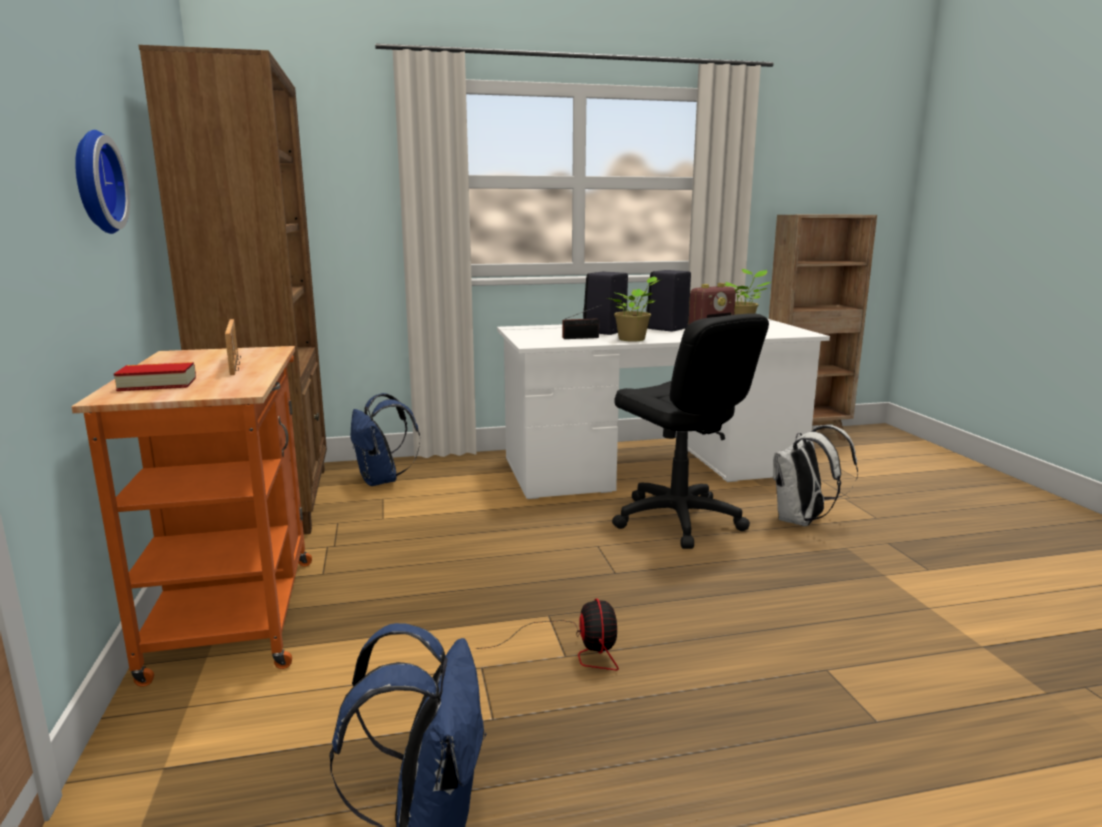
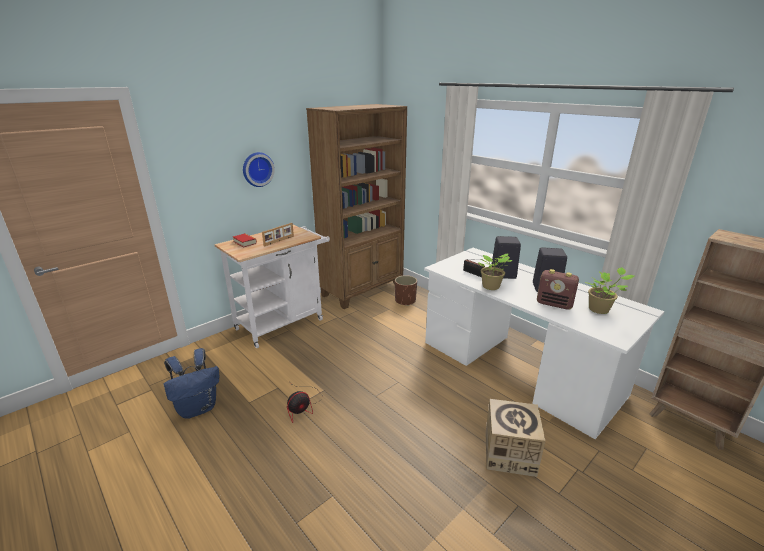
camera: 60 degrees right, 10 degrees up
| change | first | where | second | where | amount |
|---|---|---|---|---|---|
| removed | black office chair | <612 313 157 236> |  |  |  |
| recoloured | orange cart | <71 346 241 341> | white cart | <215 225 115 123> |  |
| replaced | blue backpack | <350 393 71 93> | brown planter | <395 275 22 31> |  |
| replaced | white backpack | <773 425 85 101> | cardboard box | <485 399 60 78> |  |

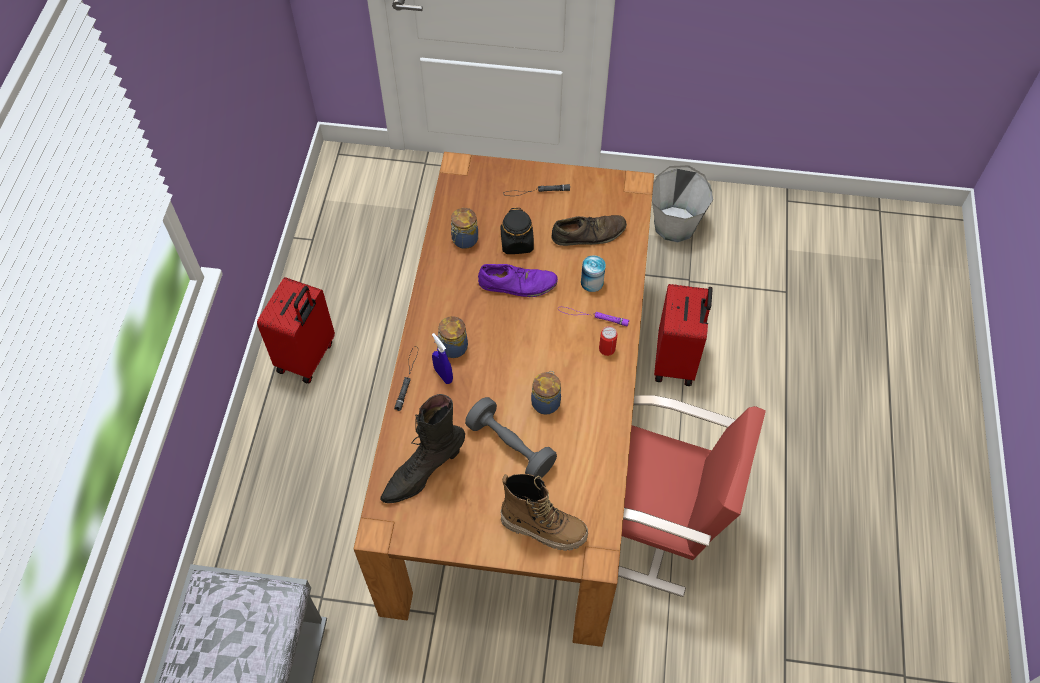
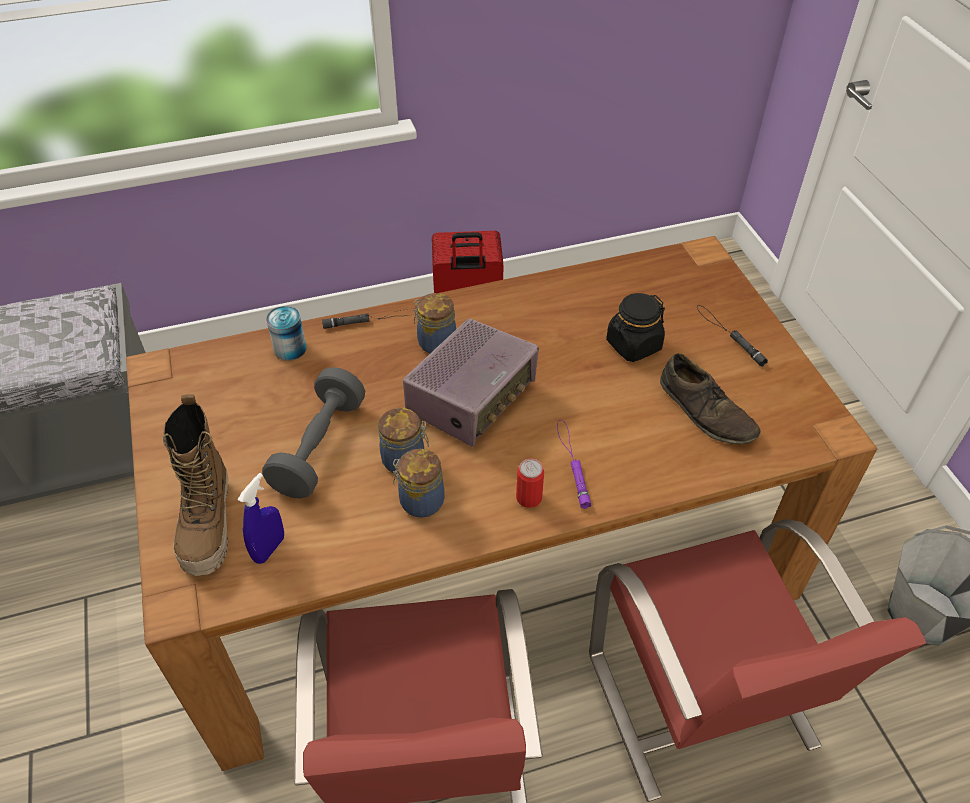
camera: 65 degrees right, 10 degrees down
| change | first | where | second | where | amount |
|---|---|---|---|---|---|
| moved | jar | <451 208 27 41> |  | <393 449 52 69> |  |
| moved | can | <581 255 25 37> |  | <266 306 41 55> |  |
| removed | purple shoe | <478 264 80 33> |  |  |  |
| replaced | red suitcase | <654 284 59 102> | red chair | <589 519 337 283> |  |
| moved | blue spray bottle | <432 333 21 51> |  | <237 473 47 91> |  |
| removed | black boot | <380 394 85 109> |  |  |  |
| added |  |  | radio | <403 319 136 128> |  |

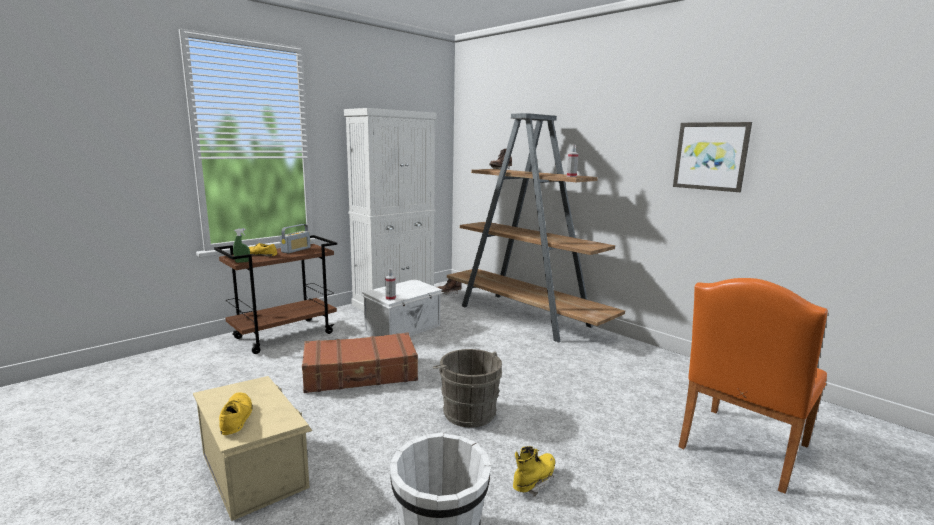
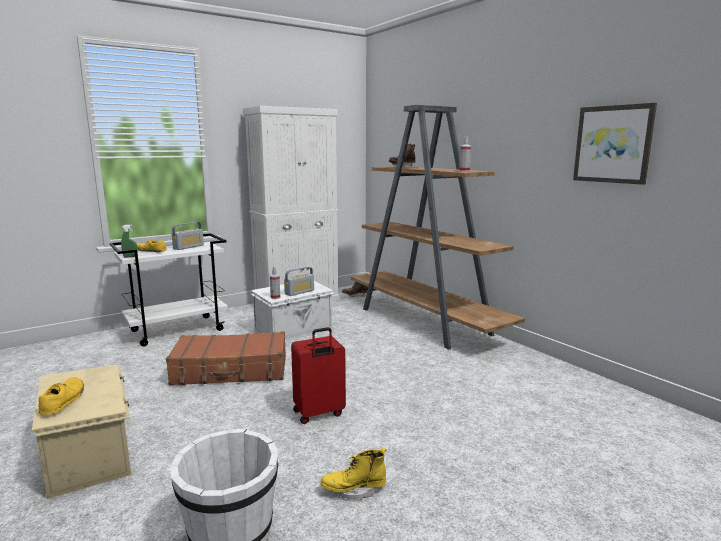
camera: 10 degrees right, 0 degrees up
| change | first | where | second | where | amount |
|---|---|---|---|---|---|
| recoloured | brown cart | <214 235 123 119> | white cart | <110 233 118 114> |  |
| removed | orange chair | <678 278 150 216> |  |  |  |
| replaced | grey bucket | <432 349 70 79> | red suitcase | <291 327 55 97> |  |
| turned | yellow boot | <513 446 42 51> |  | <320 447 66 52> | 150 degrees counterclockwise |
| added |  |  | radio | <284 267 30 29> |  |

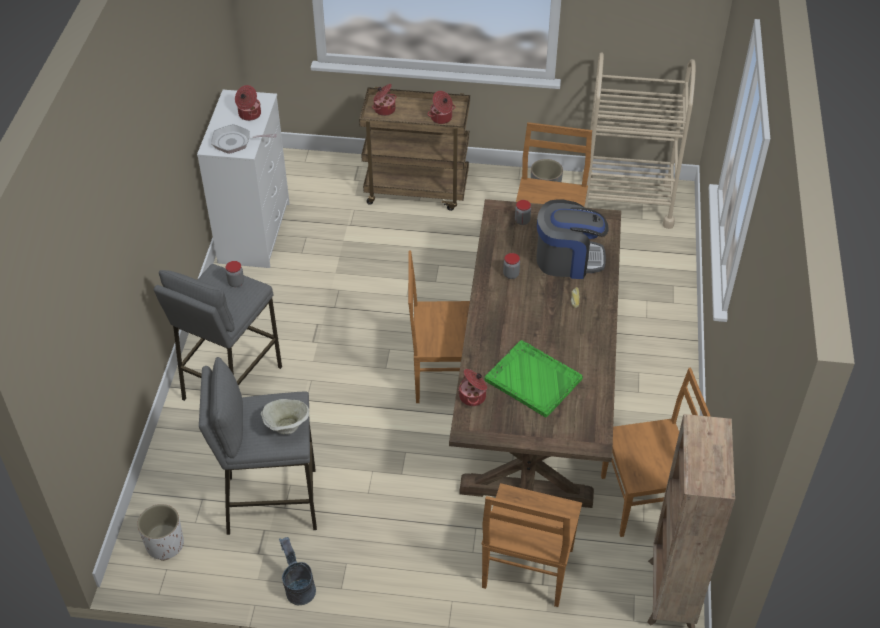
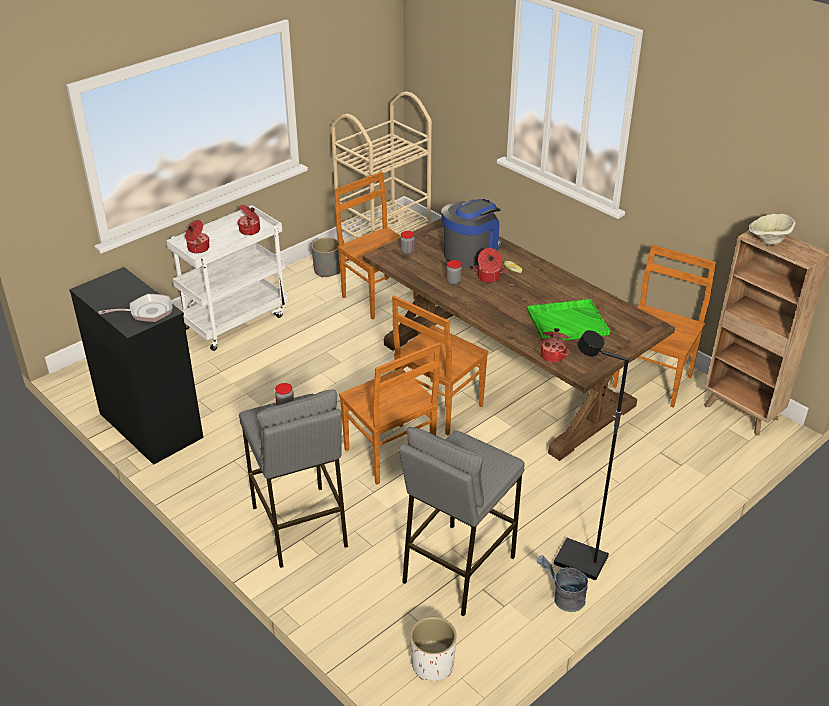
camera: 50 degrees left, 10 degrees down
| change | first | where | second | where | amount |
|---|---|---|---|---|---|
| moved | cooking pot | <235 85 26 36> |  | <473 248 32 35> |  |
| recoloured | brown cart | <359 87 111 124> | white cart | <166 205 123 146> |  |
| recoloured | white dresser | <197 90 93 178> | black dresser | <69 267 135 198> |  |
| turned | frying pan | <211 124 66 30> |  | <98 294 75 28> | 150 degrees counterclockwise |
| moved | beige bowl | <261 399 48 35> |  | <749 214 47 31> |  |
| moved | brown chair | <482 483 100 124> |  | <339 342 101 143> |  |
| added |  |  | black floor lamp | <554 330 75 250> |  |

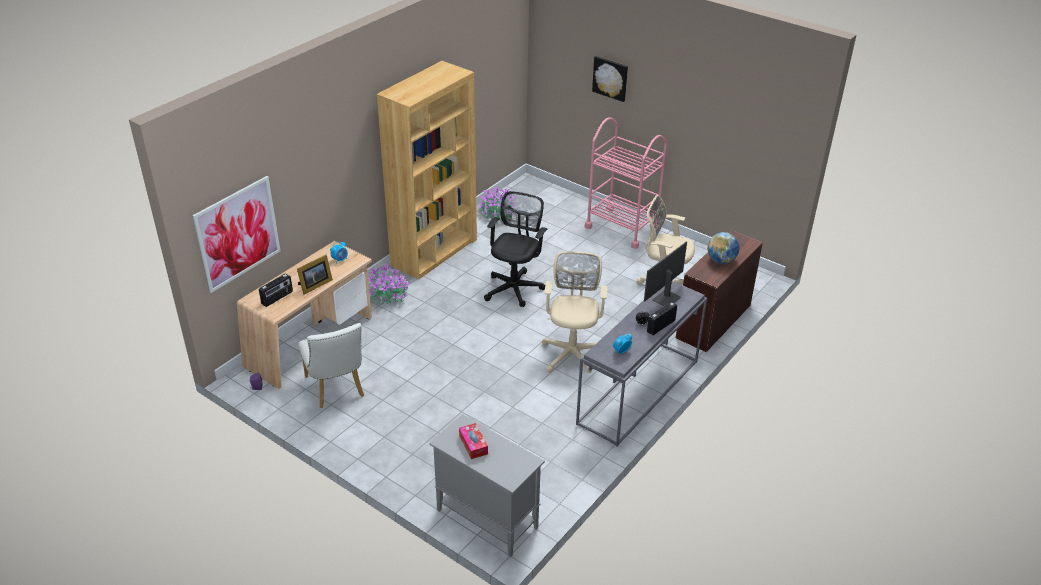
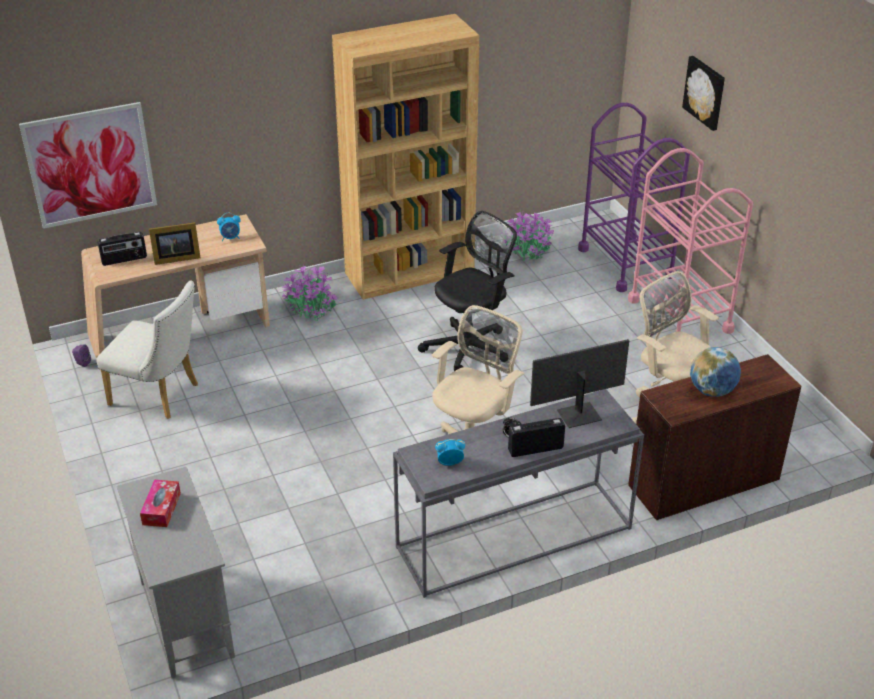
camera: 30 degrees right, 0 degrees up
| change | first | where | second | where | amount |
|---|---|---|---|---|---|
| turned | white chair | <298 323 66 85> |  | <96 280 102 139> | 75 degrees counterclockwise |
| added |  |  | purple cart | <578 103 112 189> |  |

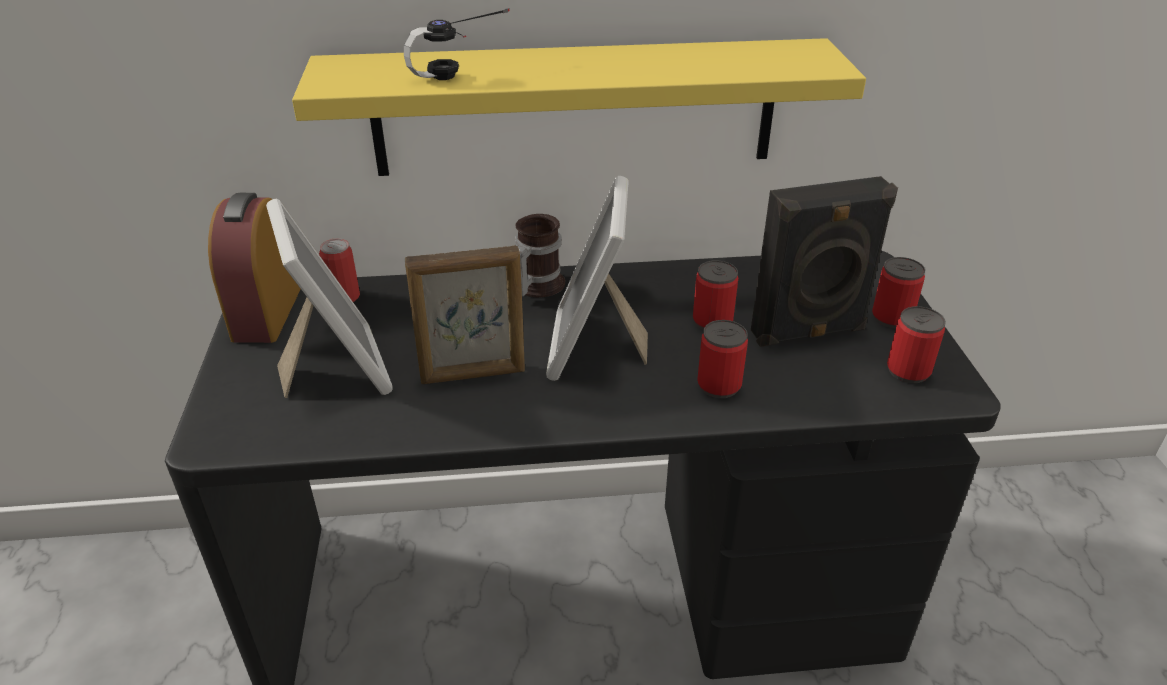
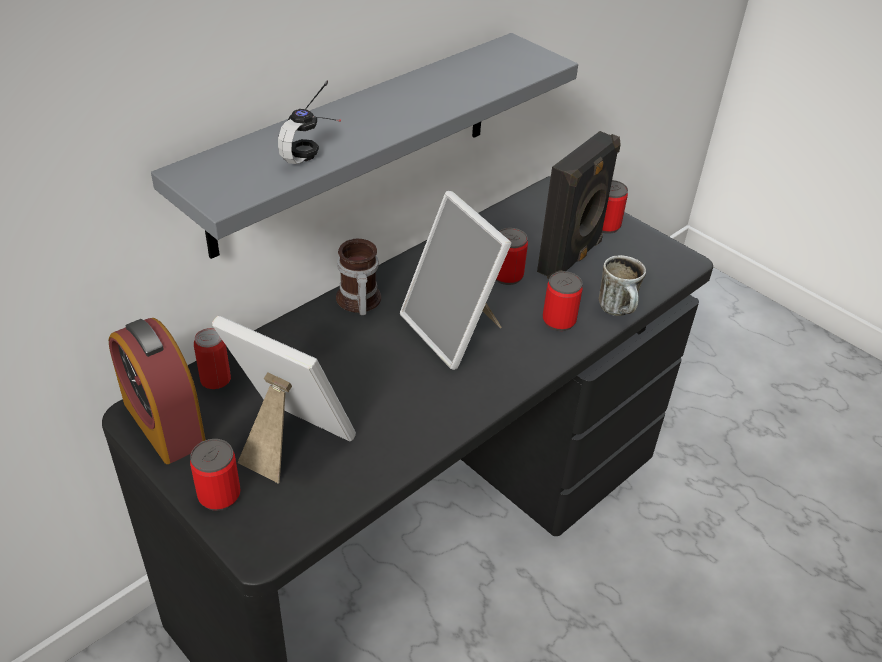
camera: 40 degrees left, 5 degrees up
| change | first | where | second | where | amount |
|---|---|---|---|---|---|
| recoloured | yellow shelf | <292 38 574 138> | grey shelf | <151 33 427 226> |  |
| removed | picture frame | <405 246 120 138> |  |  |  |
| moved | can | <887 306 59 77> |  | <190 439 51 72> |  |
| added |  |  | mug | <599 255 47 61> |  |

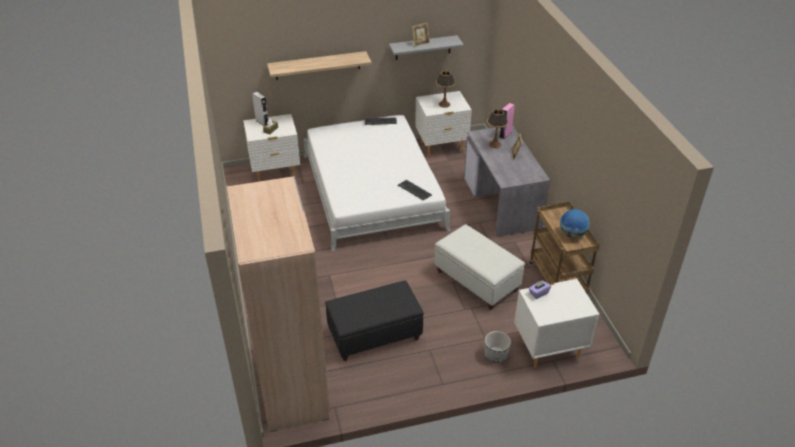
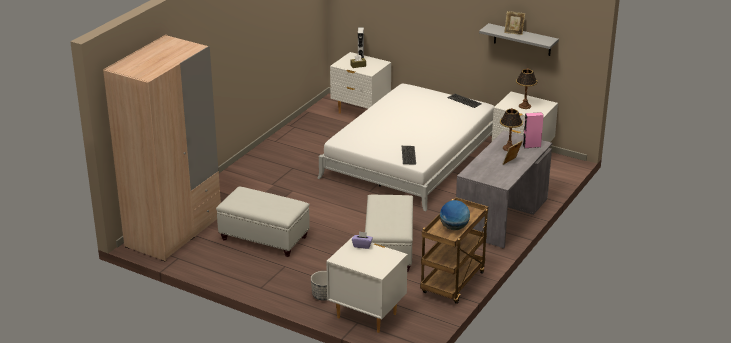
camera: 45 degrees right, 10 degrees down
| change | first | where | second | where | amount |
|---|---|---|---|---|---|
| removed | shelf | <267 51 105 29> |  |  |  |
| recoloured | black ottoman | <325 280 99 81> | white ottoman | <216 186 94 71> |  |

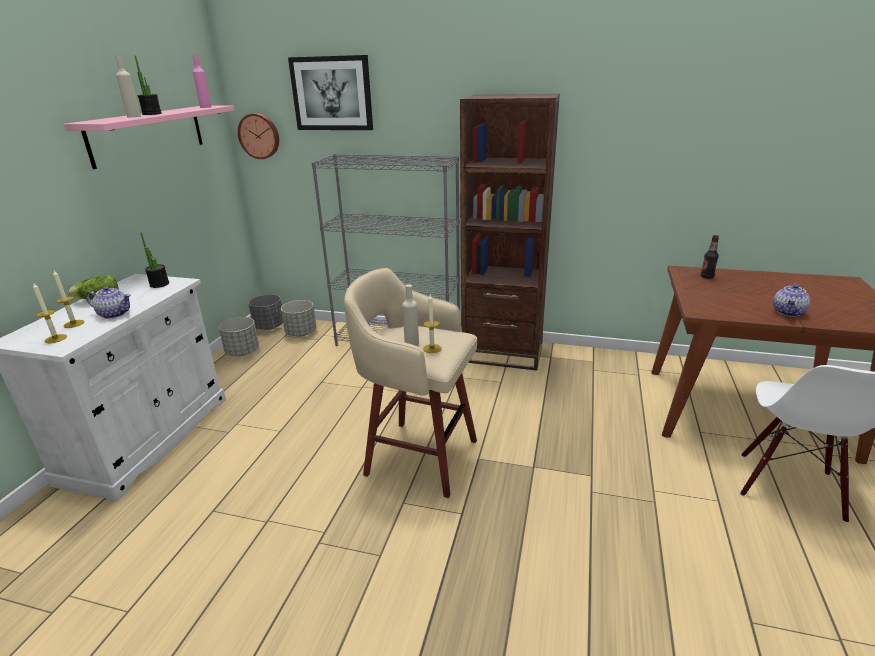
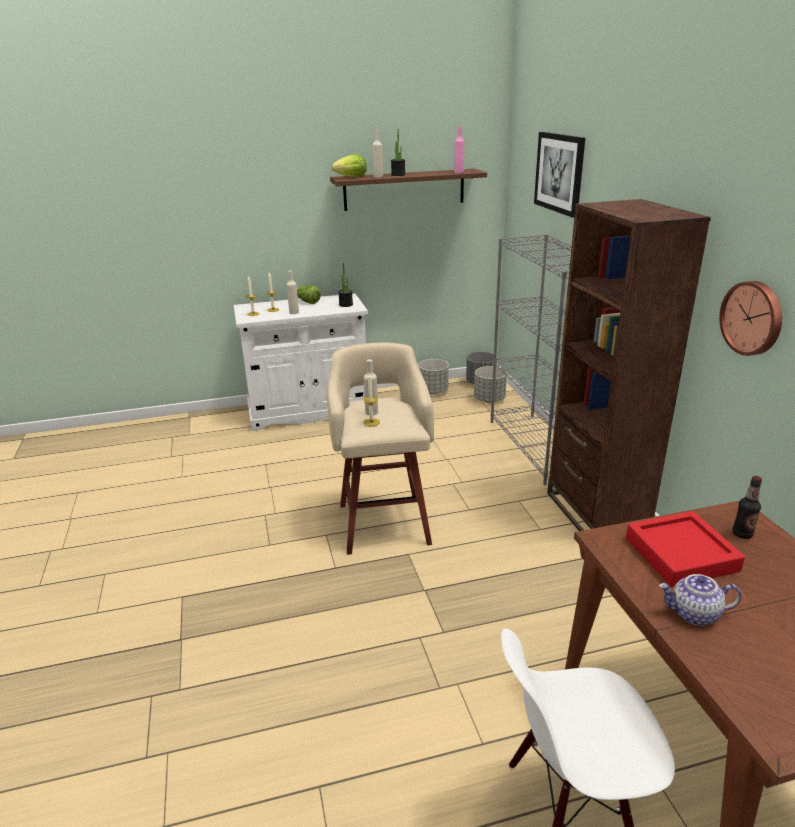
camera: 60 degrees right, 0 degrees up
| change | first | where | second | where | amount |
|---|---|---|---|---|---|
| recoloured | pink shelf | <64 105 171 64> | brown shelf | <330 169 157 42> |  |
| moved | wall clock | <238 113 41 46> |  | <719 281 63 75> |  |
| replaced | teapot | <86 286 45 33> | beige bottle | <287 270 12 44> |  |
| added |  |  | lettuce | <332 155 35 22> |  |
| added |  |  | red tray | <626 511 119 76> |  |

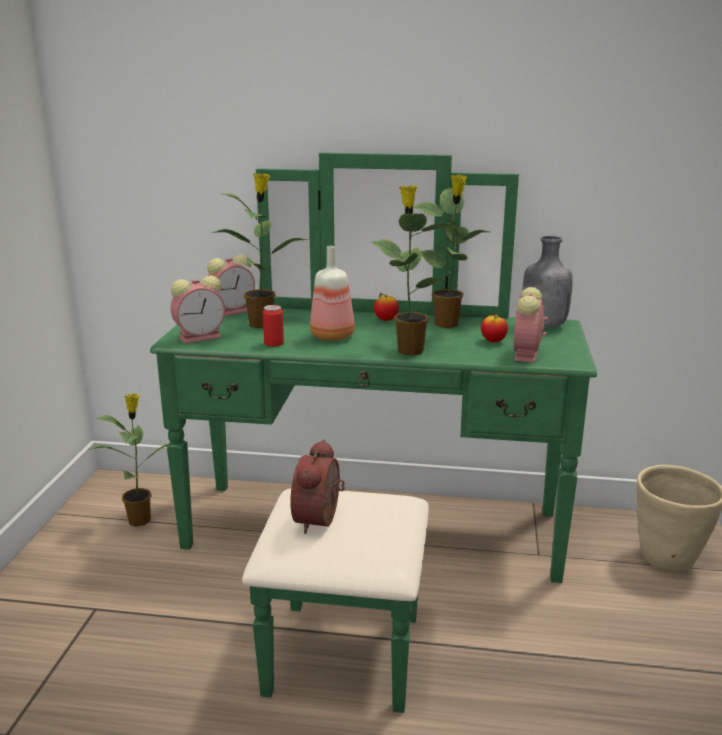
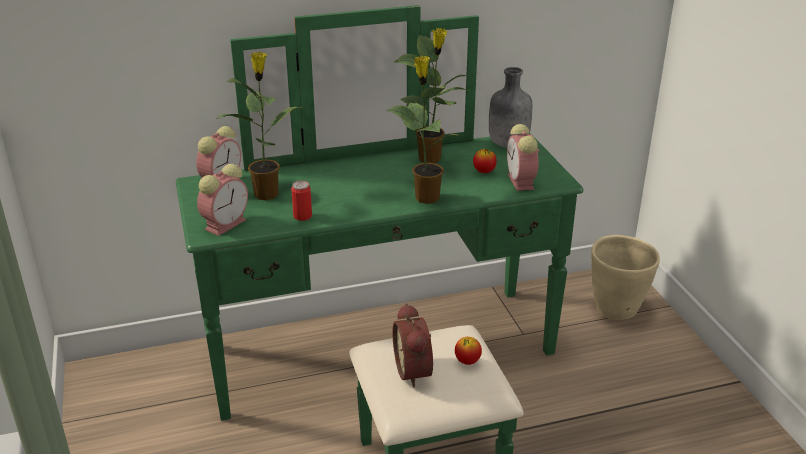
camera: 25 degrees left, 10 degrees up
| change | first | where | second | where | amount |
|---|---|---|---|---|---|
| removed | bottle | <310 246 45 95> |  |  |  |
| moved | apple | <374 293 25 28> |  | <455 337 27 28> |  |
| removed | potted plant | <88 394 80 133> |  |  |  |

